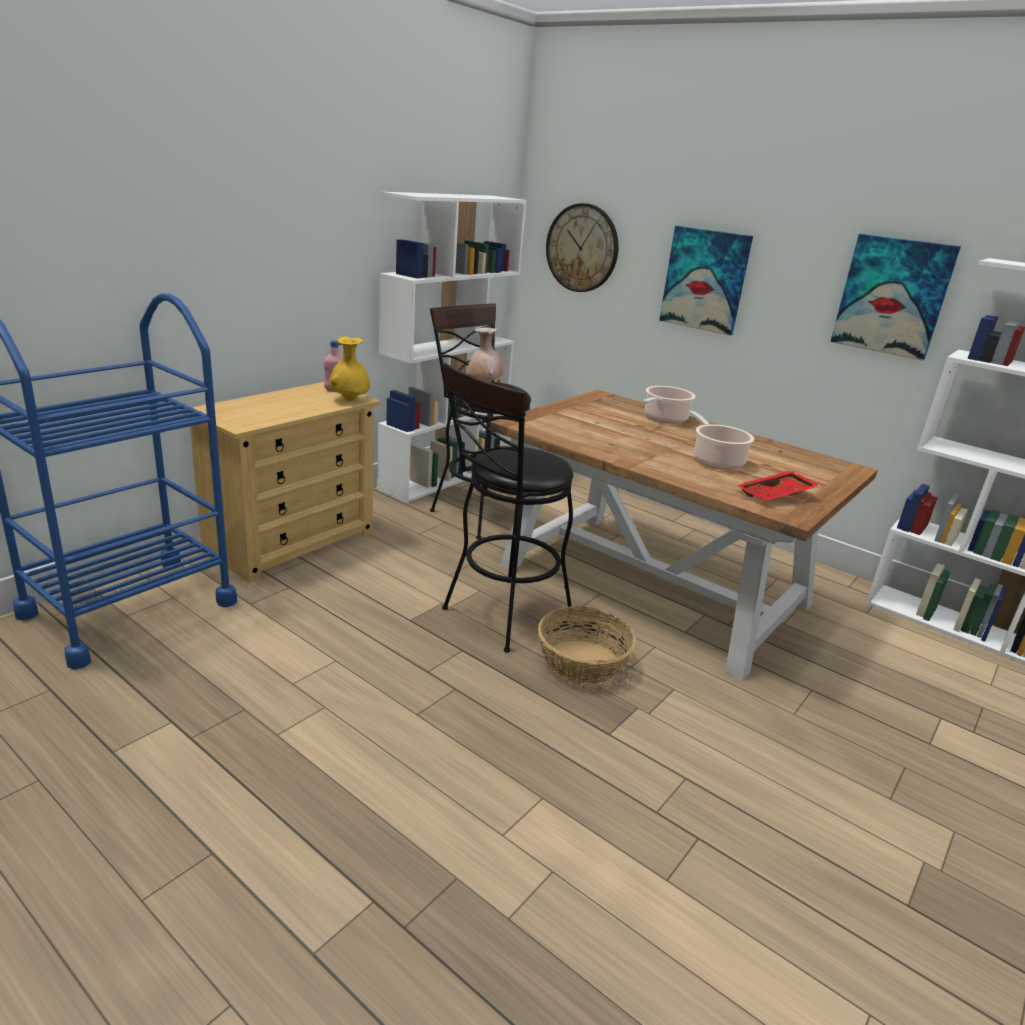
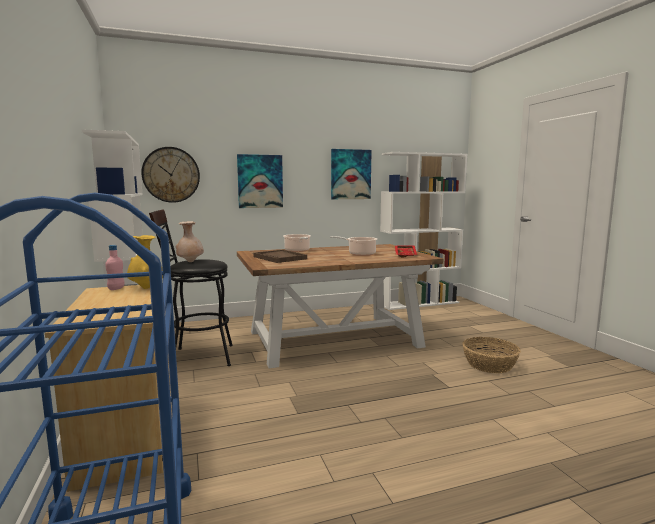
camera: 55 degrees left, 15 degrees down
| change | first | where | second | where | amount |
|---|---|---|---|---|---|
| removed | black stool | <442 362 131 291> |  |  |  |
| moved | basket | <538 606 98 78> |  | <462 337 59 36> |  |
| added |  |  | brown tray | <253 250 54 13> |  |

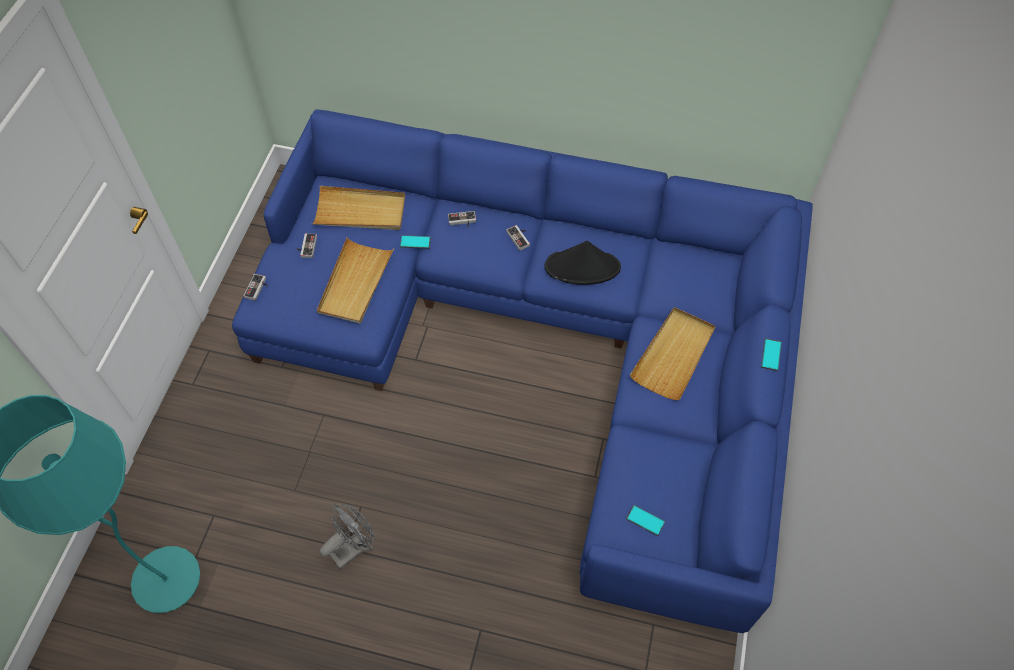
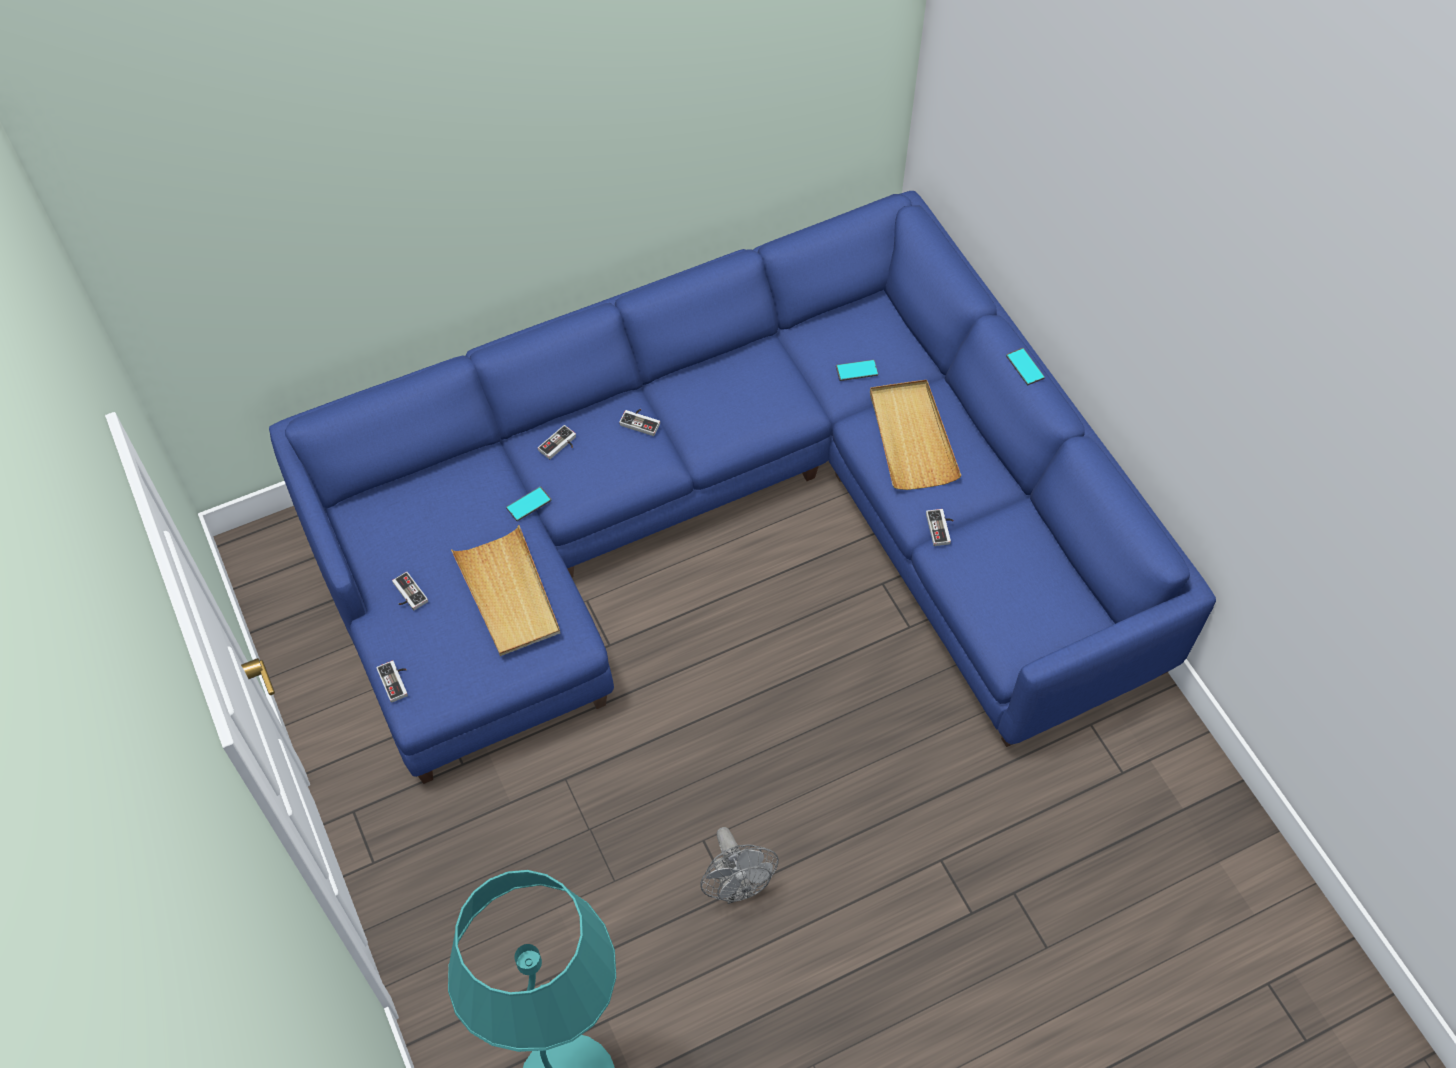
camera: 40 degrees left, 0 degrees up
| change | first | where | second | where | amount |
|---|---|---|---|---|---|
| removed | beige tray | <312 186 93 44> |  |  |  |
| removed | black hat | <545 241 76 44> |  |  |  |
| turned | grey fan | <320 504 54 65> |  | <701 827 78 77> | 150 degrees clockwise |
| moved | phone | <626 505 39 31> |  | <836 360 42 21> |  |
| added |  |  | game controller | <926 509 27 37> |  |

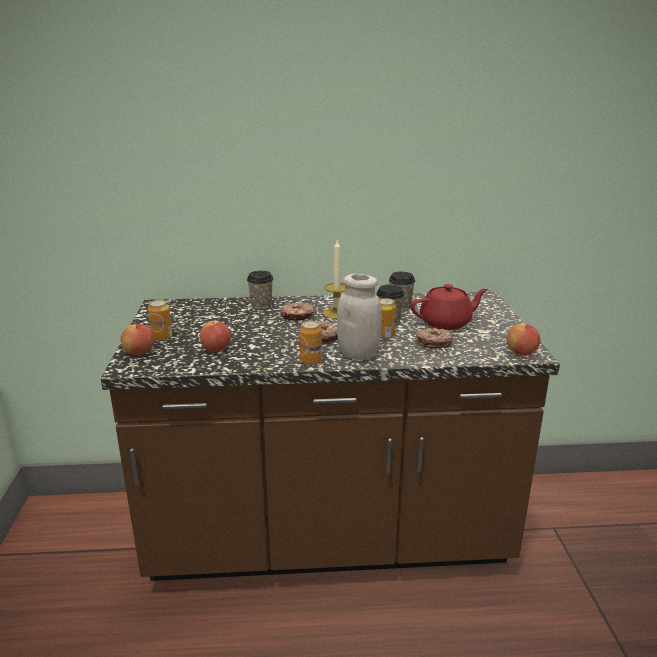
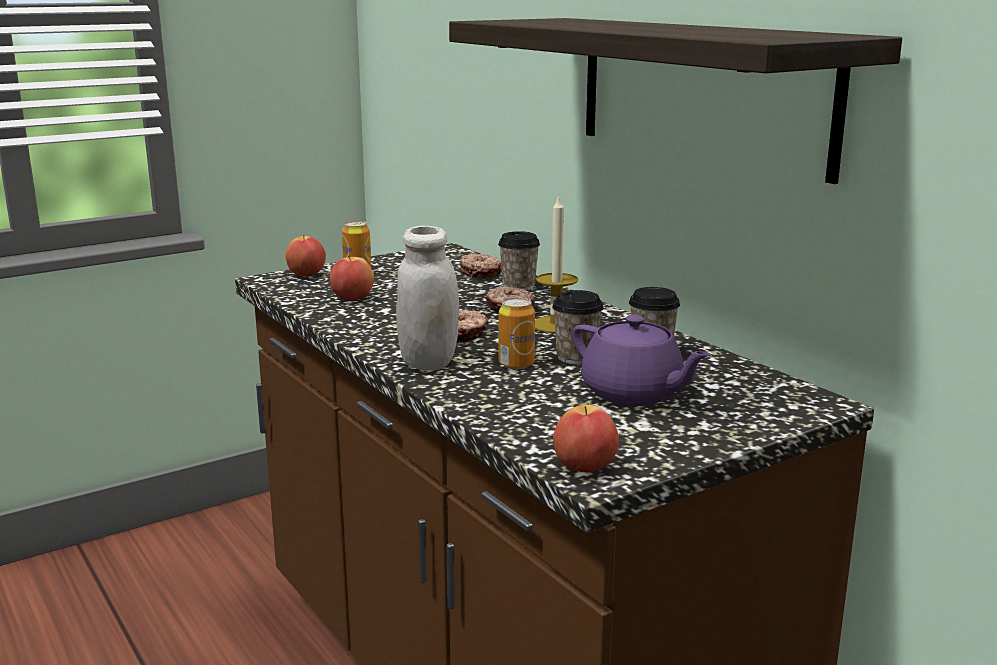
camera: 60 degrees right, 5 degrees down
| change | first | where | second | where | amount |
|---|---|---|---|---|---|
| recoloured | red teapot | <410 284 78 46> | purple teapot | <572 315 139 91> |  |
| removed | can | <299 321 23 44> |  |  |  |
| moved | donut | <416 327 37 21> |  | <460 253 42 25> |  |
| added |  |  | shelf | <449 18 453 166> |  |

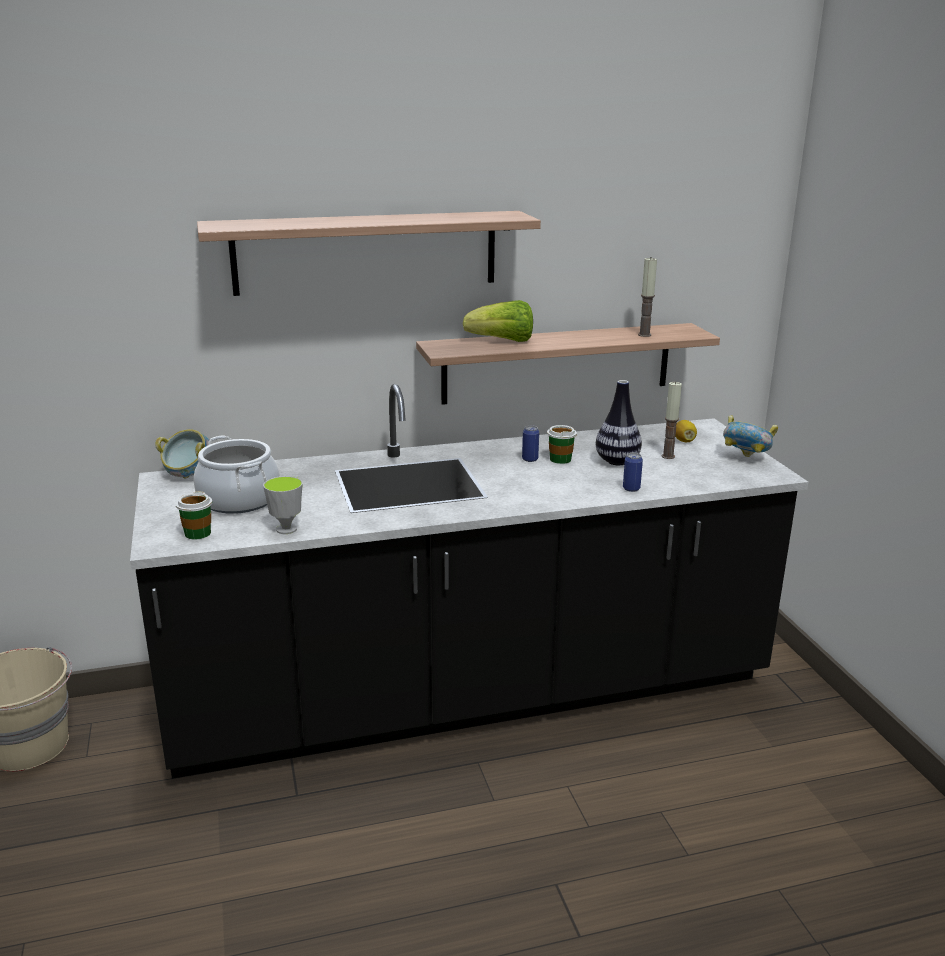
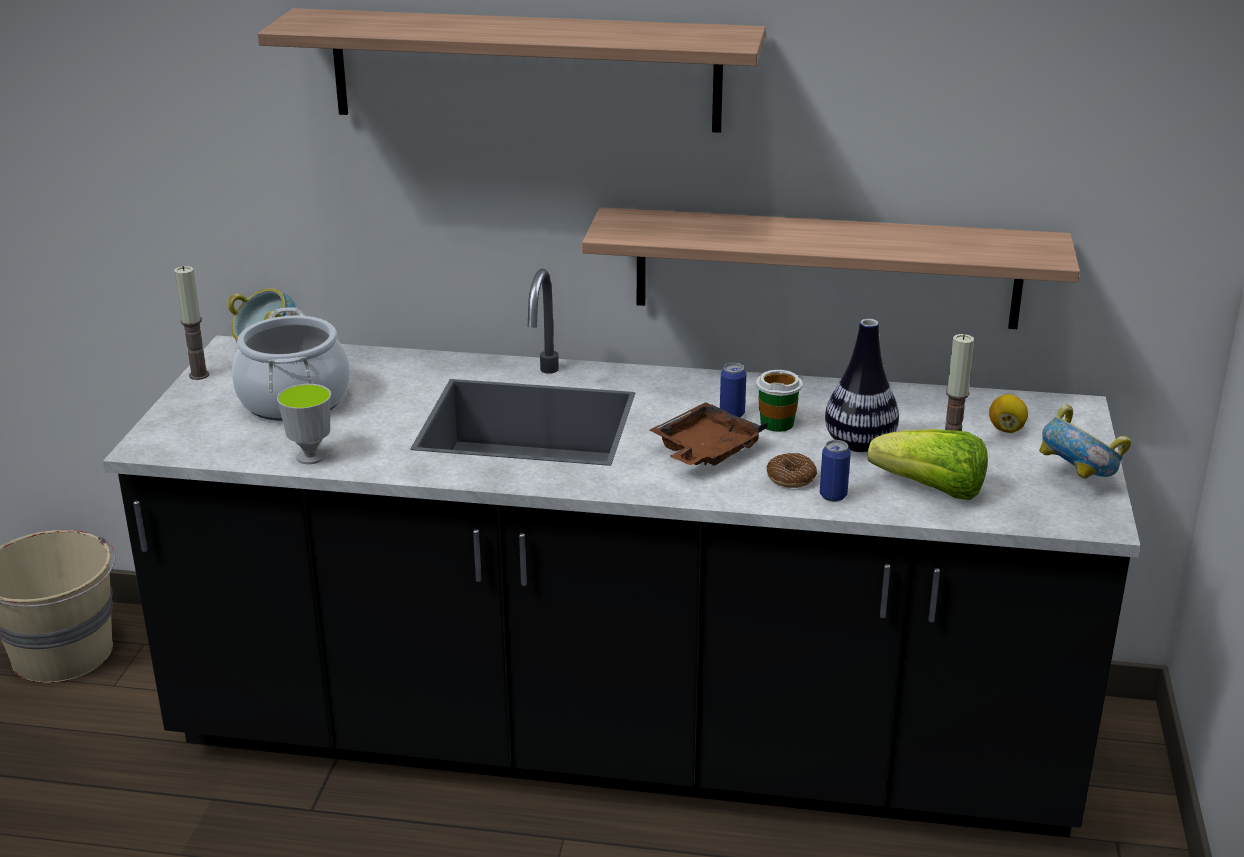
camera: 25 degrees right, 5 degrees up
| change | first | where | second | where | amount |
|---|---|---|---|---|---|
| moved | candle | <638 258 19 79> |  | <174 266 35 114> |  |
| moved | lettuce | <463 300 70 42> |  | <868 429 120 71> |  |
| removed | cup | <176 491 36 48> |  |  |  |
| added |  |  | brown tray | <650 402 118 64> |  |
| added |  |  | donut | <766 453 51 35> |  |

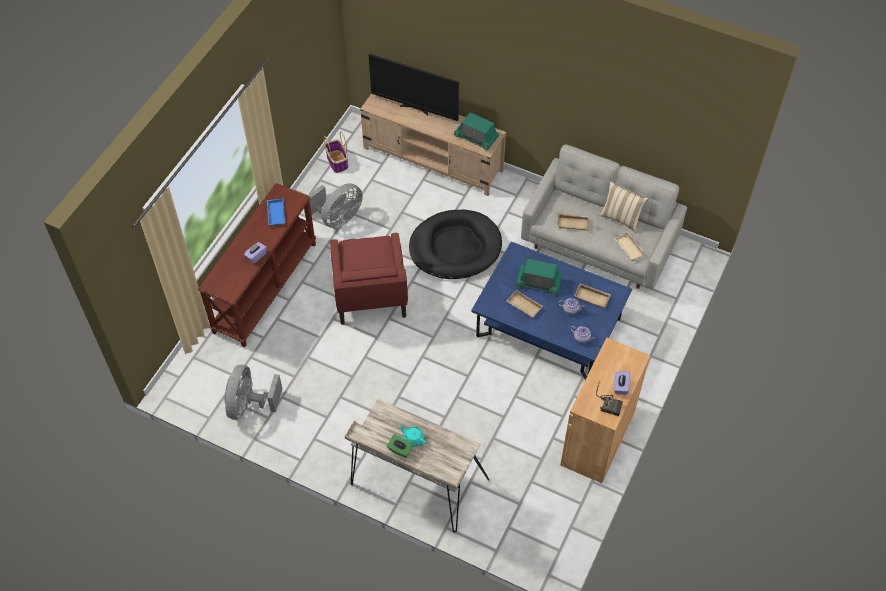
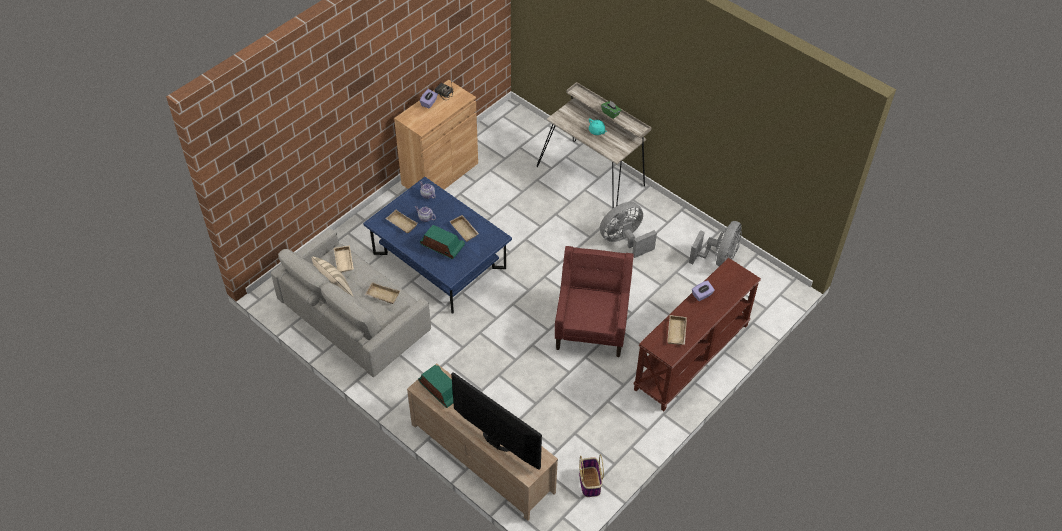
camera: 165 degrees left, 5 degrees down
| change | first | where | second | where | amount |
|---|---|---|---|---|---|
| moved | grey fan | <308 183 55 45> |  | <600 202 57 56> |  |
| recoloured | blue tray | <267 198 18 28> | beige tray | <667 315 20 30> |  |
| removed | black dog bed | <409 210 93 69> |  |  |  |

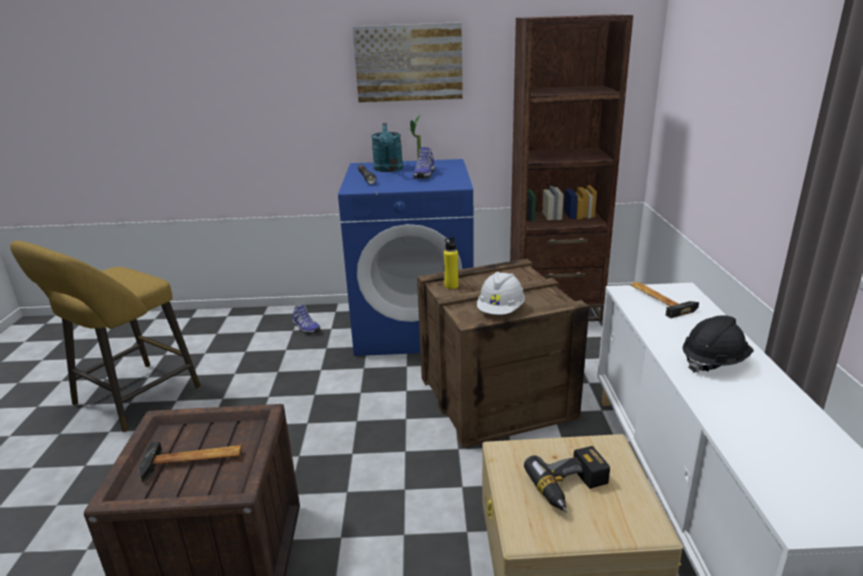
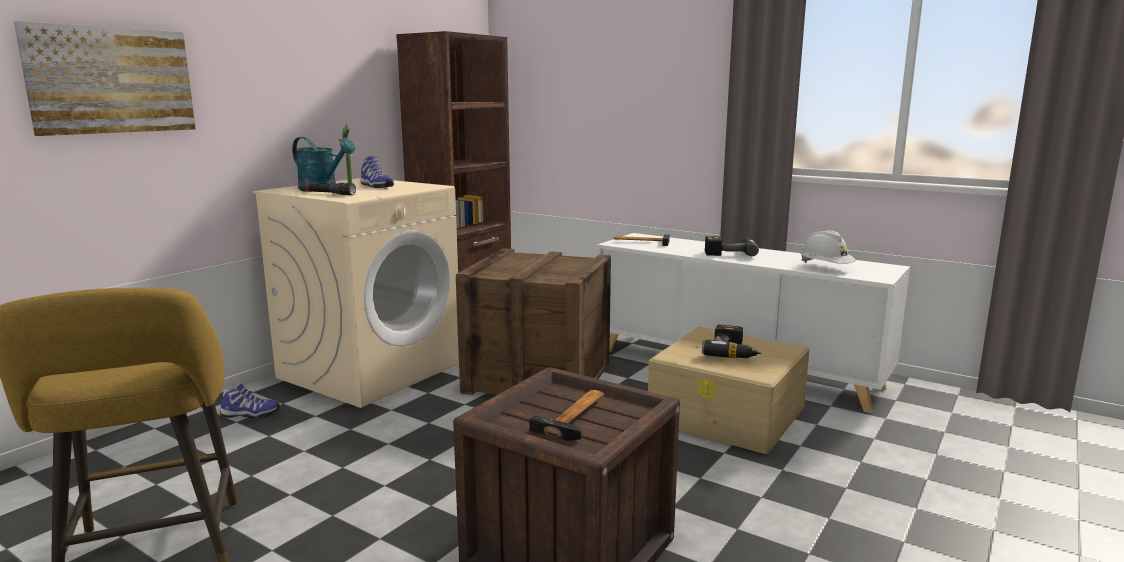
camera: 55 degrees left, 10 degrees down
| change | first | where | second | where | amount |
|---|---|---|---|---|---|
| moved | picture | <352 22 111 81> |  | <14 21 182 115> |  |
| recoloured | blue washing machine | <338 159 136 197> | beige washing machine | <253 178 206 230> |  |
| removed | yellow bottle | <444 236 15 53> |  |  |  |
| moved | white hard hat | <477 272 48 43> |  | <800 230 55 34> |  |
| replaced | black hard hat | <682 315 72 58> | power drill | <705 236 54 20> |  |

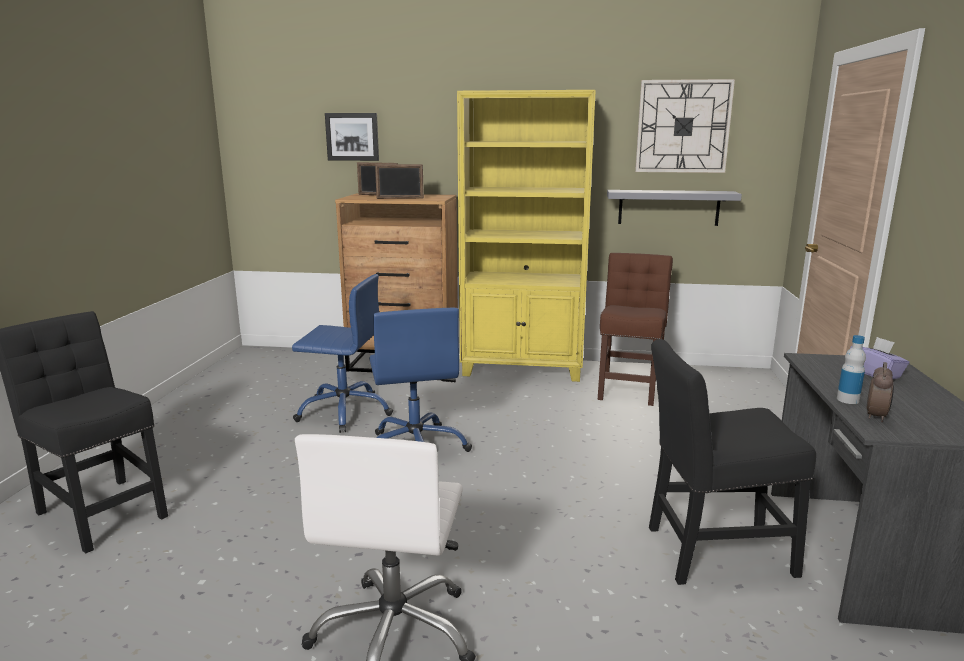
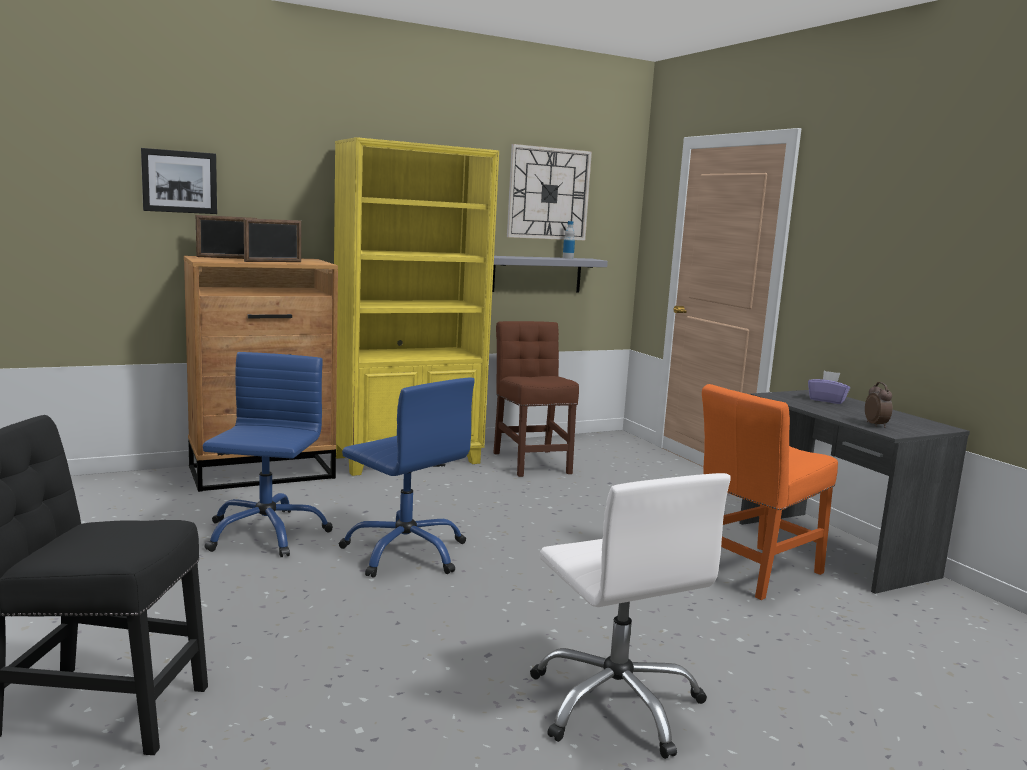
camera: 35 degrees left, 5 degrees down
| change | first | where | second | where | amount |
|---|---|---|---|---|---|
| turned | blue office chair | <292 274 101 159> |  | <203 352 130 205> | 60 degrees counterclockwise |
| moved | bottle | <837 335 29 69> |  | <563 221 12 38> |  |
| recoloured | black chair | <649 339 167 246> | orange chair | <702 384 136 216> |  |

